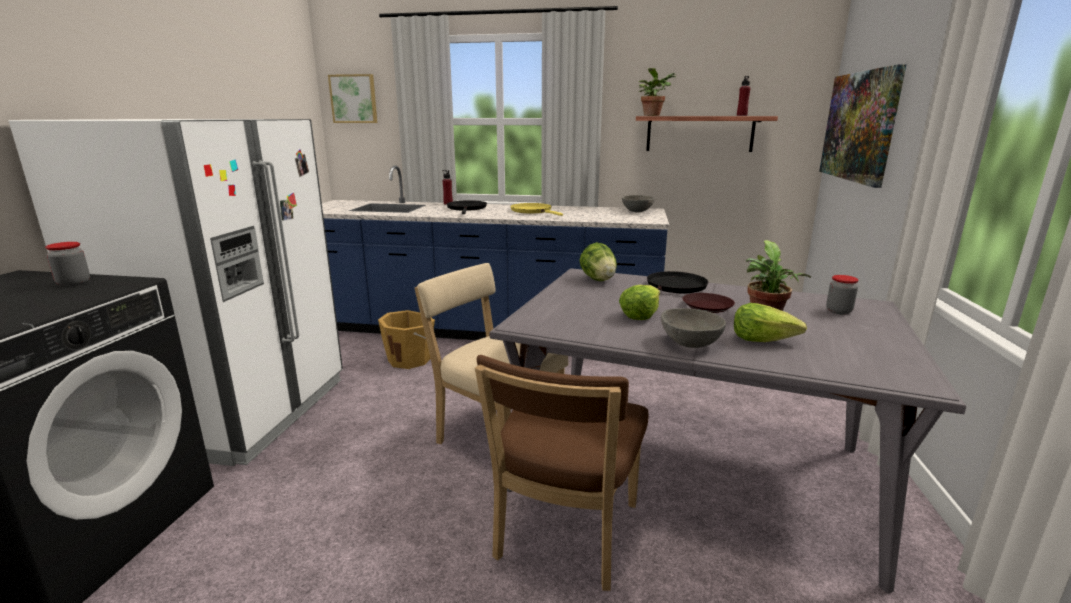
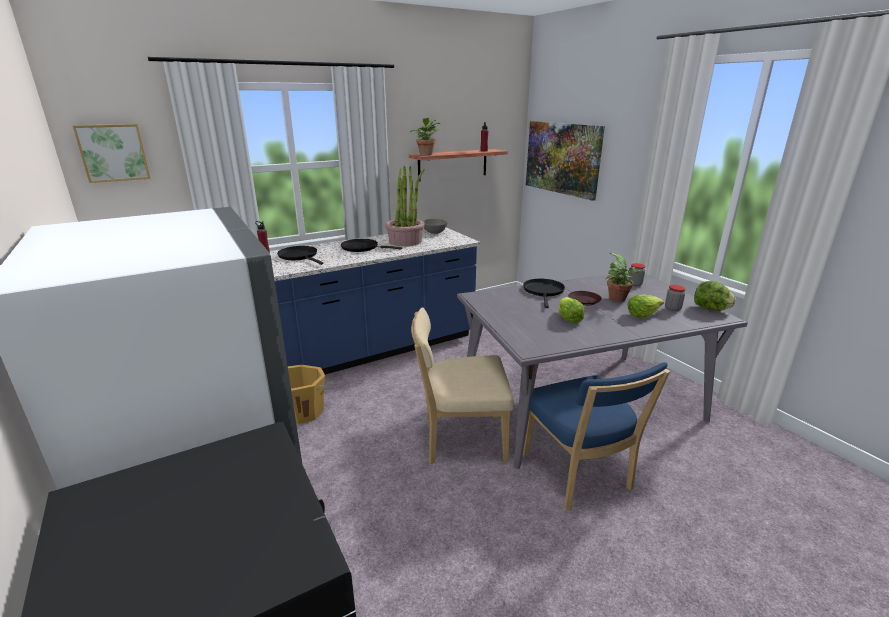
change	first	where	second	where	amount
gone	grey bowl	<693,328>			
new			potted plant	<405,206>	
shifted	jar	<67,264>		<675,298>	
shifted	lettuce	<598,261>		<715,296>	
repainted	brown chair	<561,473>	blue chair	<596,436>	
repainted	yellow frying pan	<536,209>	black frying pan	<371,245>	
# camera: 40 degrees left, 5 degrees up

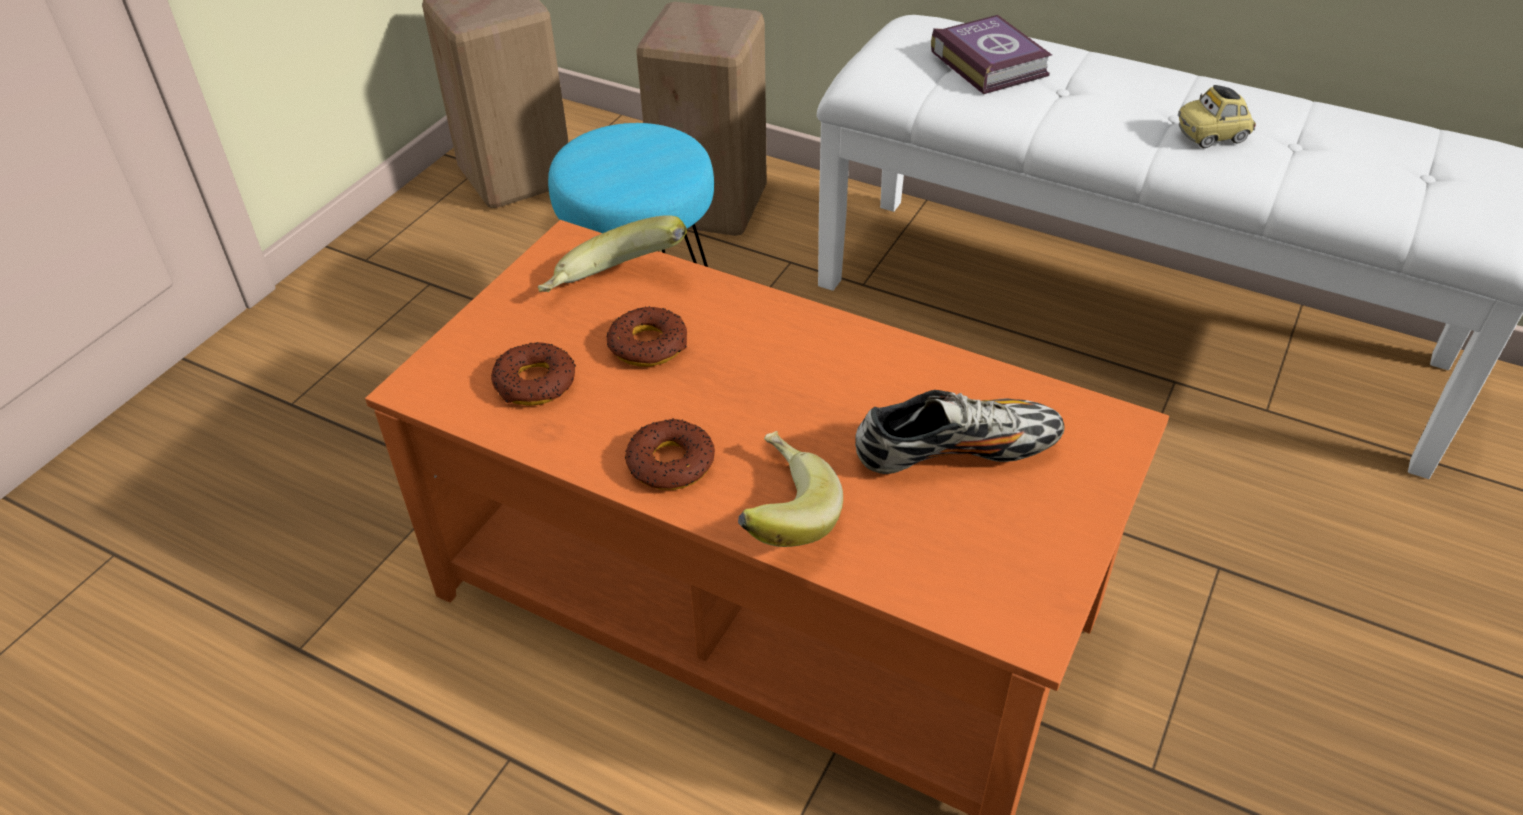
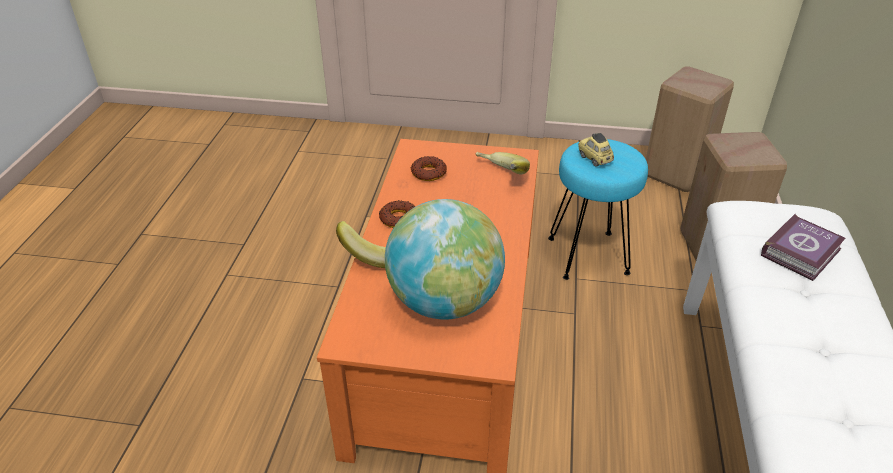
change	first	where	second	where	amount
gone	donut	<646,336>			
shifted	toy car	<1217,116>		<596,150>	
swapped	shoe	<959,432>	globe	<445,259>	
# camera: 70 degrees right, 5 degrees down

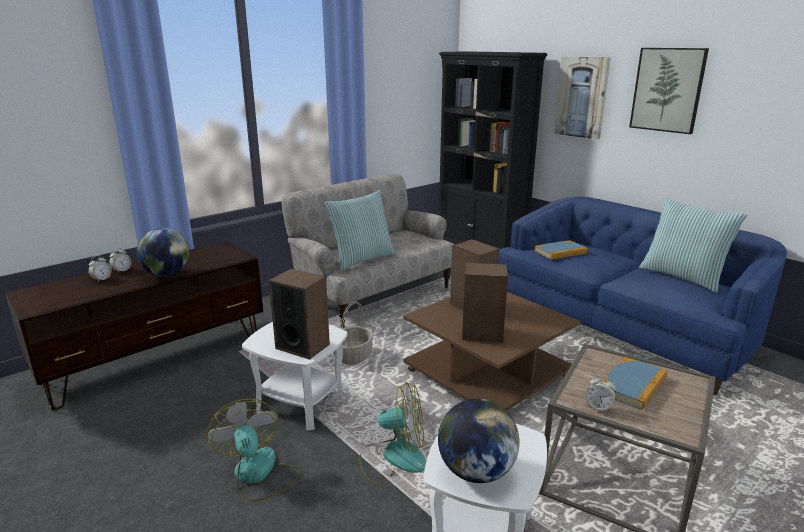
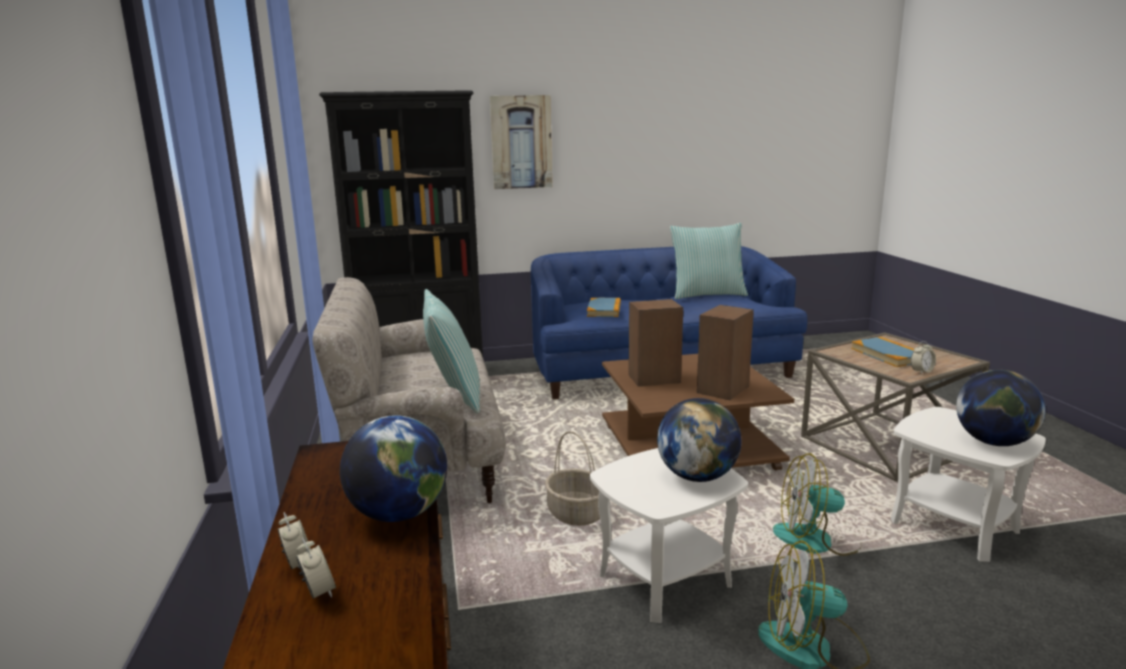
change	first	where	second	where	amount
gone	picture	<669,91>			
swapped	speaker	<299,314>	globe	<699,440>	
rotated	fan	<392,434>		<817,504>	120 degrees counterclockwise
# camera: 60 degrees left, 5 degrees down

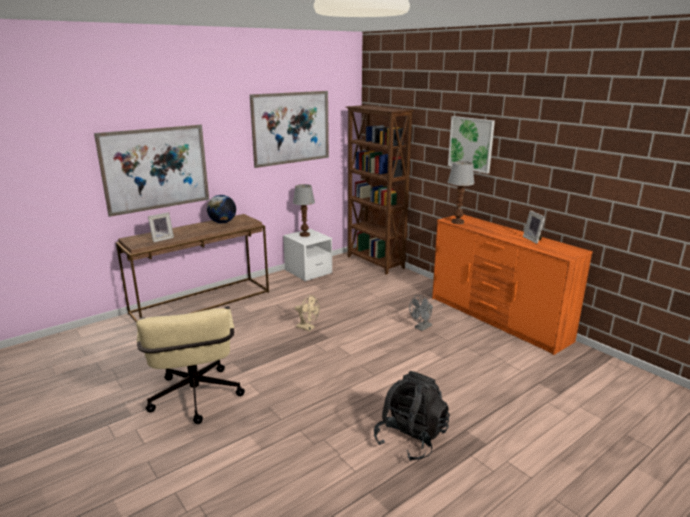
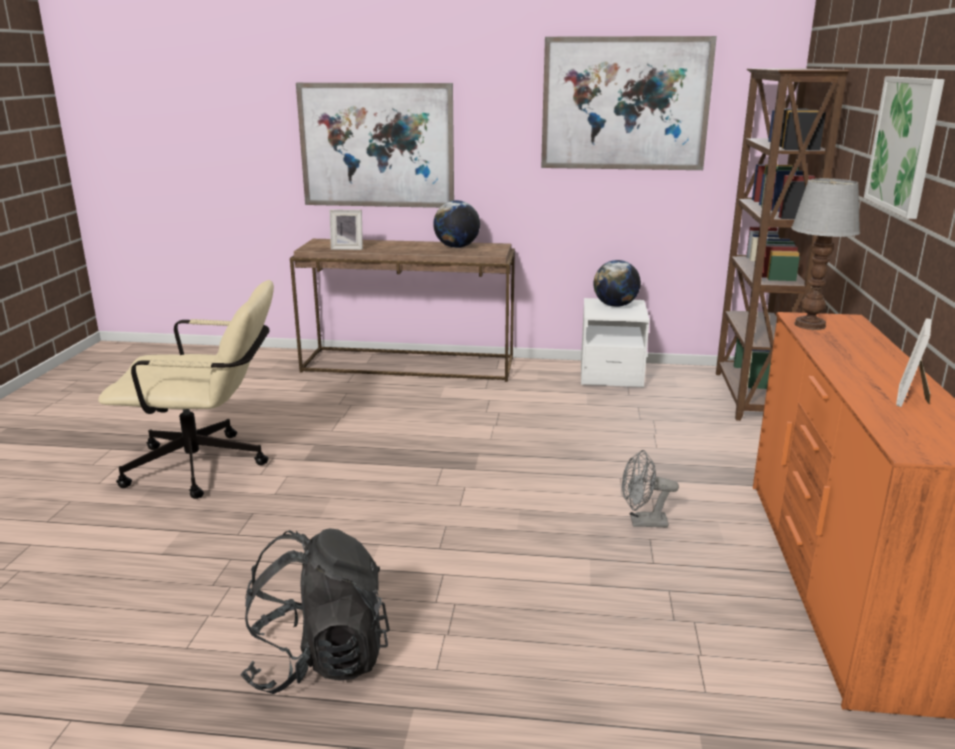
change	first	where	second	where	amount
gone	beige fan	<307,313>			
swapped	table lamp	<304,210>	globe	<617,283>	
rotated	beige office chair	<190,365>		<186,389>	120 degrees counterclockwise
# camera: 45 degrees right, 0 degrees up

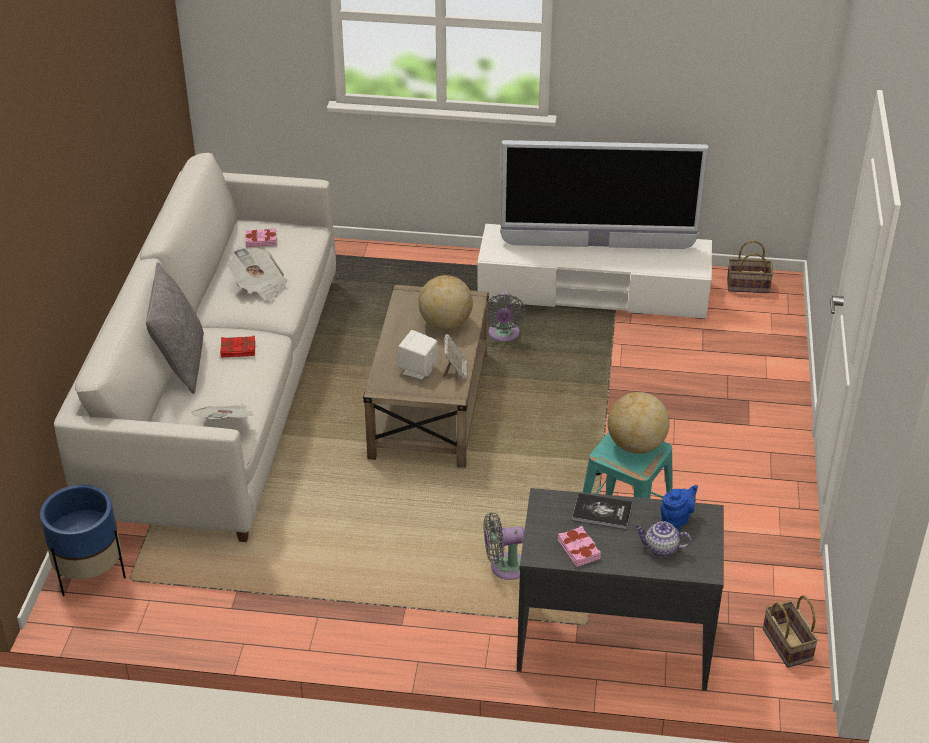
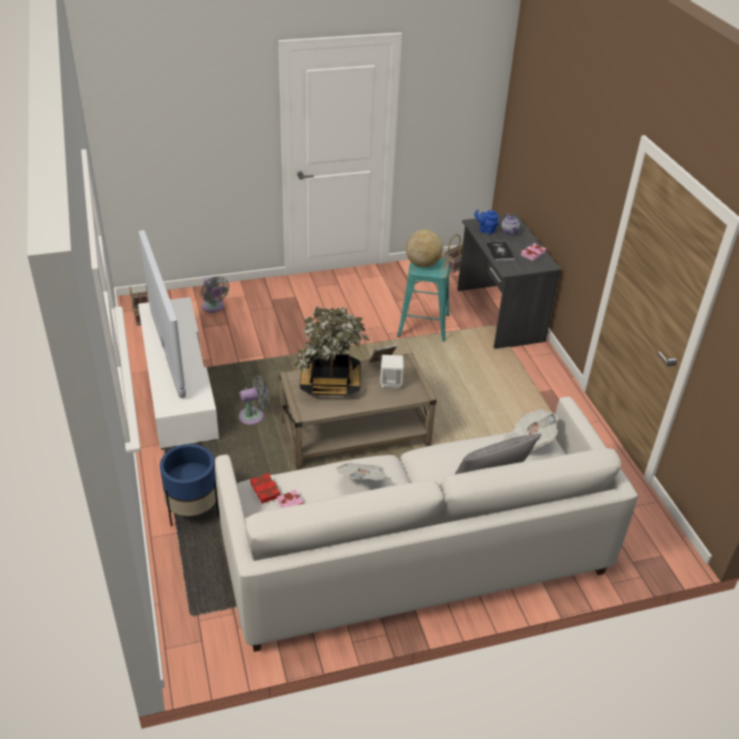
change	first	where	second	where	amount
shifted	blue planter	<83,540>		<189,485>	
shifted	red book	<237,347>		<265,488>	
shifted	grey fan	<504,546>		<215,294>	
swapped	globe	<445,302>	potted plant	<332,351>	
# camera: 115 degrees left, 0 degrees up

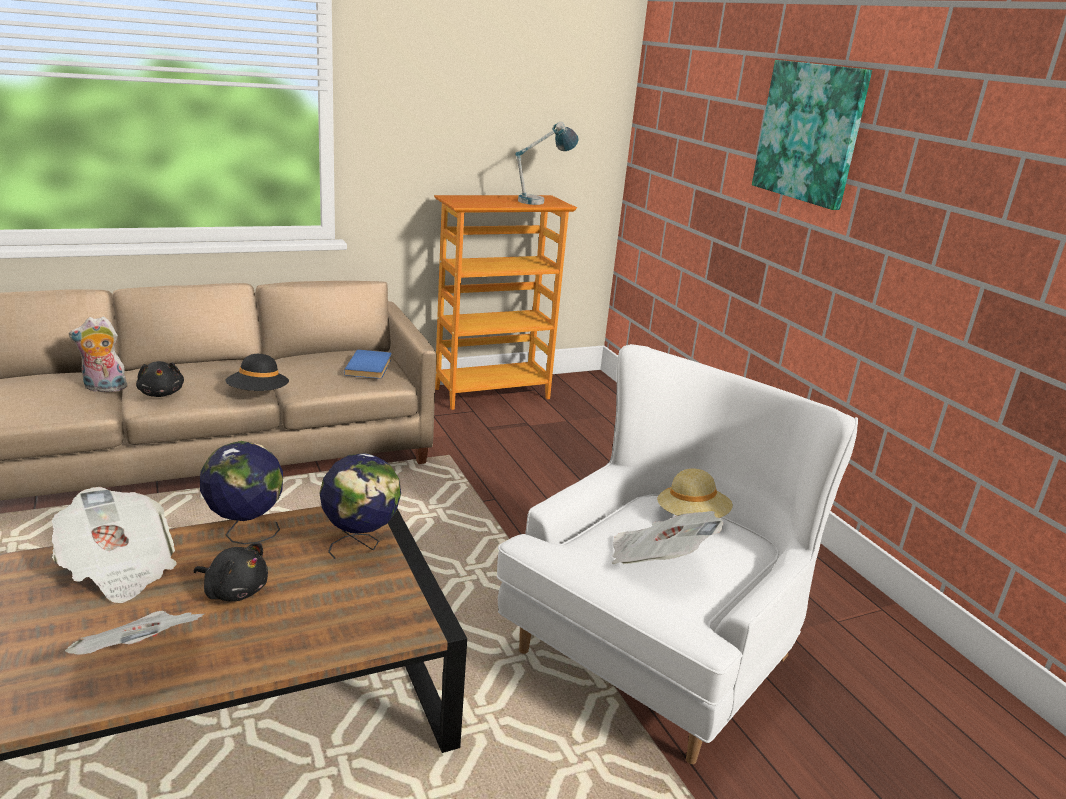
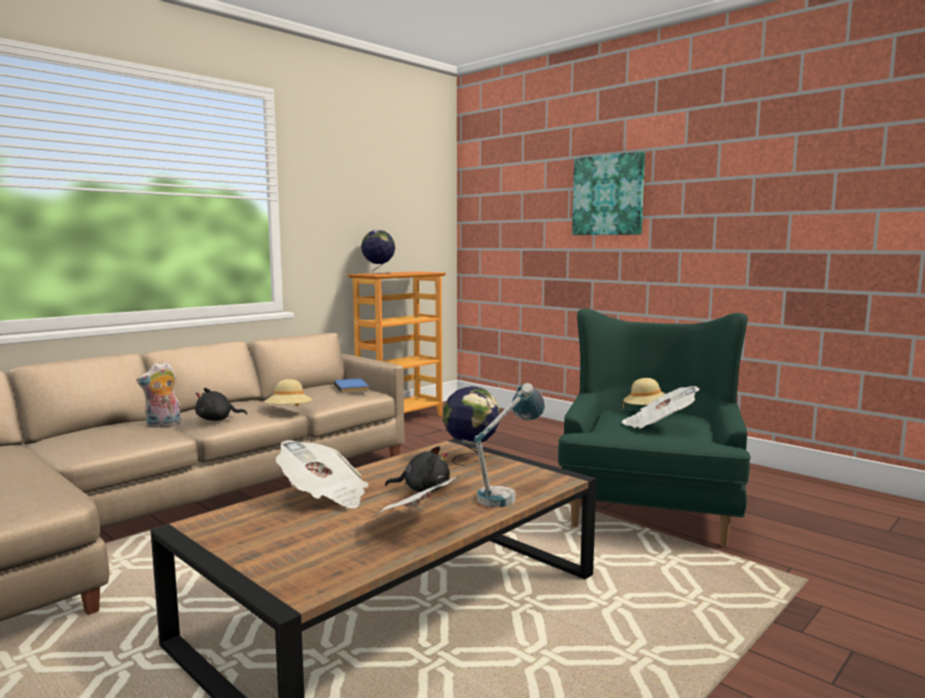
change	first	where	second	where	amount
shifted	globe	<241,492>		<378,252>	
shifted	table lamp	<547,163>		<509,445>	
repainted	black hat	<257,372>	beige hat	<288,393>	
repainted	white armchair	<677,554>	green armchair	<654,427>	
rotated	black plush toy	<160,379>		<221,404>	120 degrees clockwise
# camera: 20 degrees left, 15 degrees down

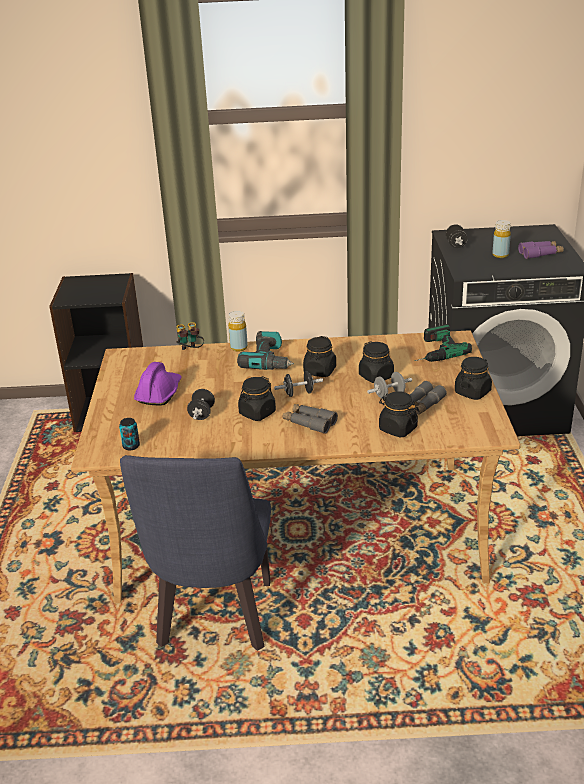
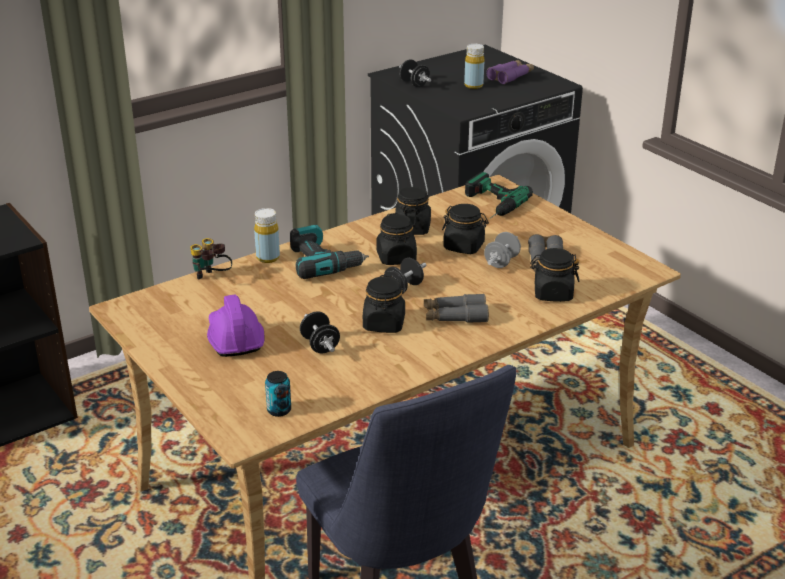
change	first	where	second	where	amount
shifted	black jar	<473,378>		<413,211>	
# camera: 35 degrees left, 0 degrees up

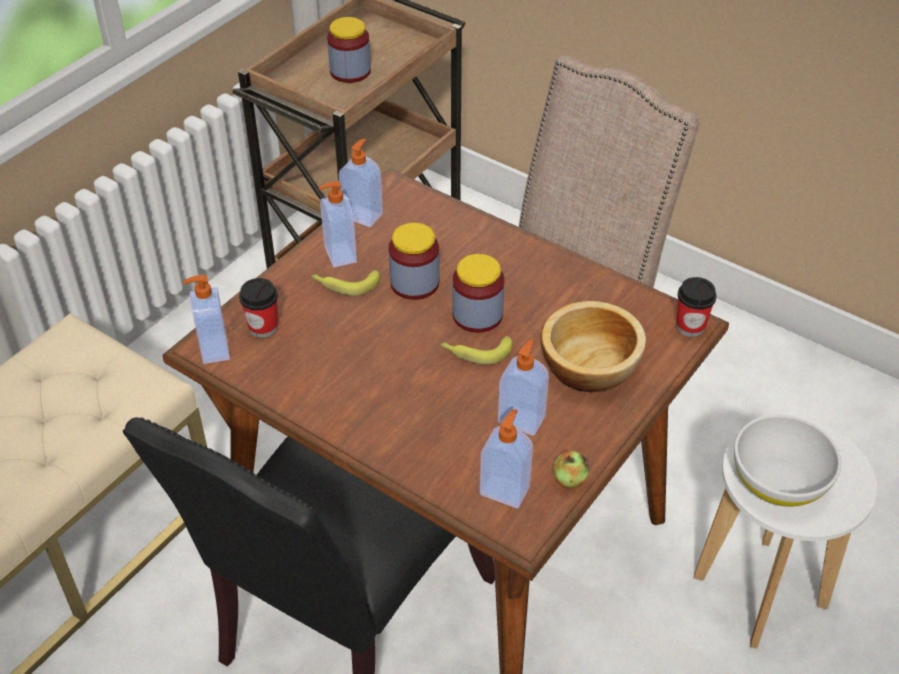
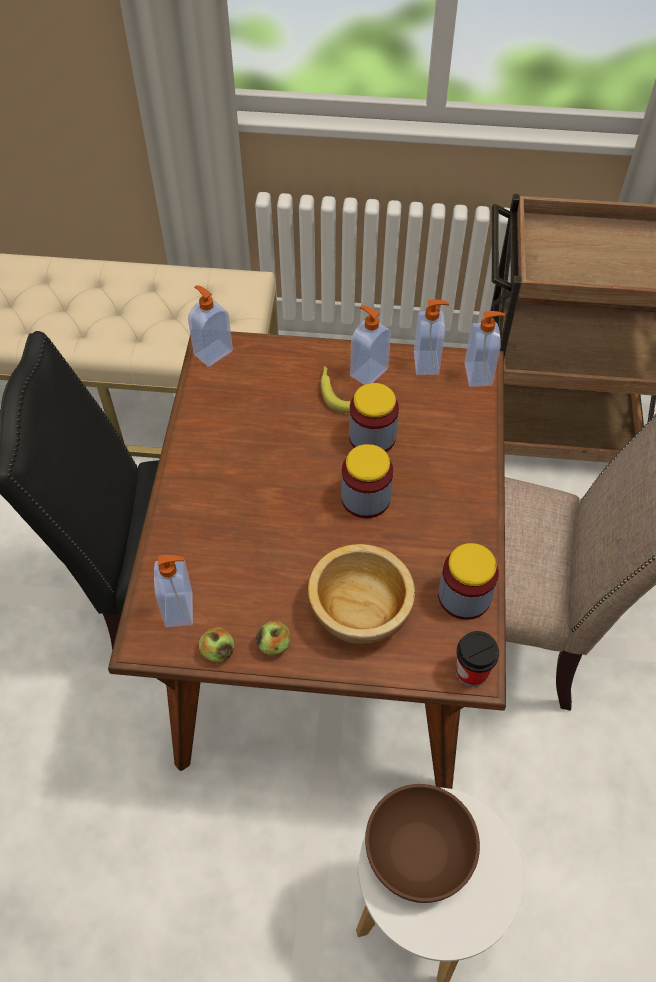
change	first	where	second	where	amount
gone	cup	<258,308>			
gone	banana	<476,350>			
new			apple	<273,638>	
shifted	jar	<349,50>		<468,581>	
shifted	soap dispenser	<523,387>		<485,349>	
repainted	white bowl	<787,460>	brown bowl	<422,843>	
# camera: 60 degrees right, 10 degrees up

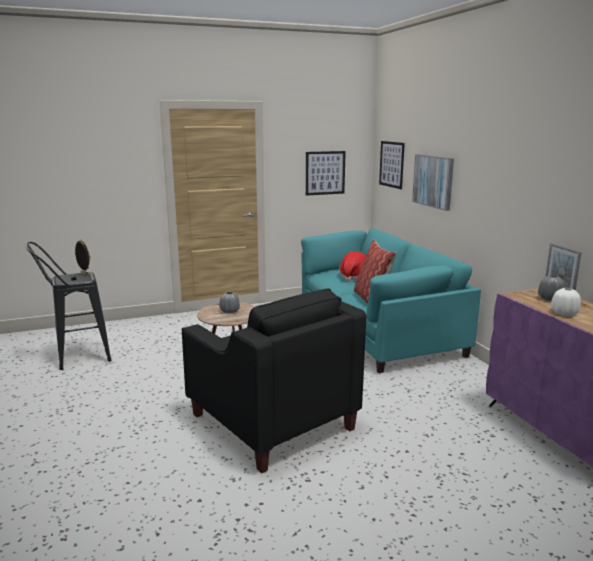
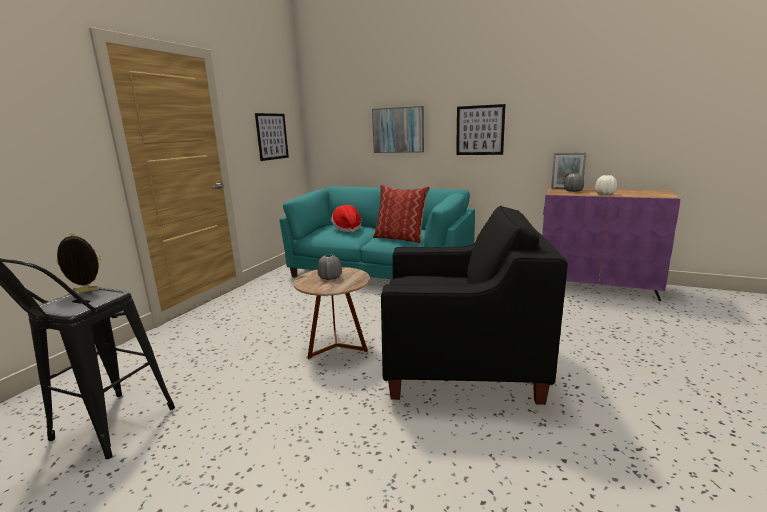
change	first	where	second	where	amount
shifted	picture	<392,165>		<480,129>	
# camera: 45 degrees left, 0 degrees up

